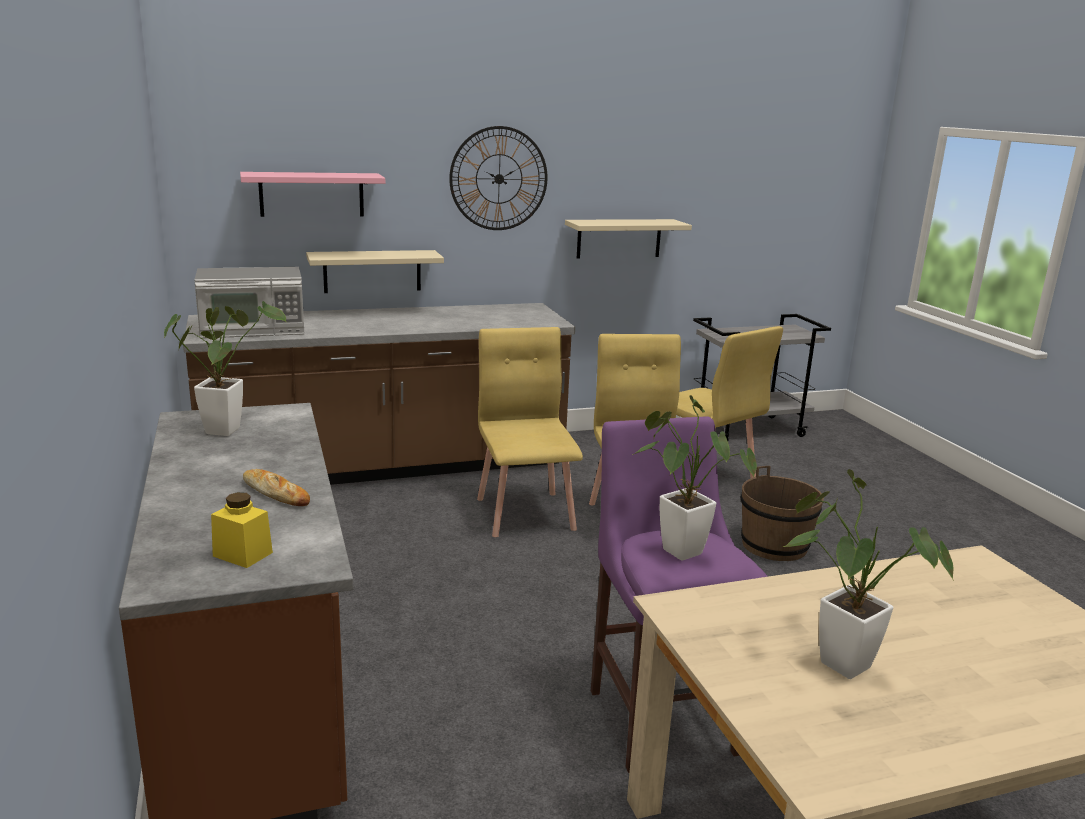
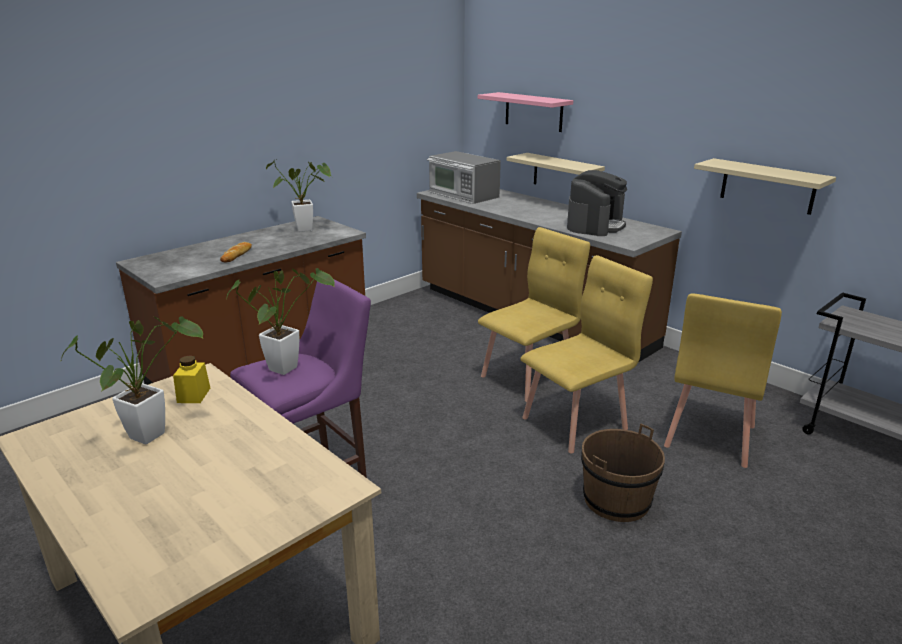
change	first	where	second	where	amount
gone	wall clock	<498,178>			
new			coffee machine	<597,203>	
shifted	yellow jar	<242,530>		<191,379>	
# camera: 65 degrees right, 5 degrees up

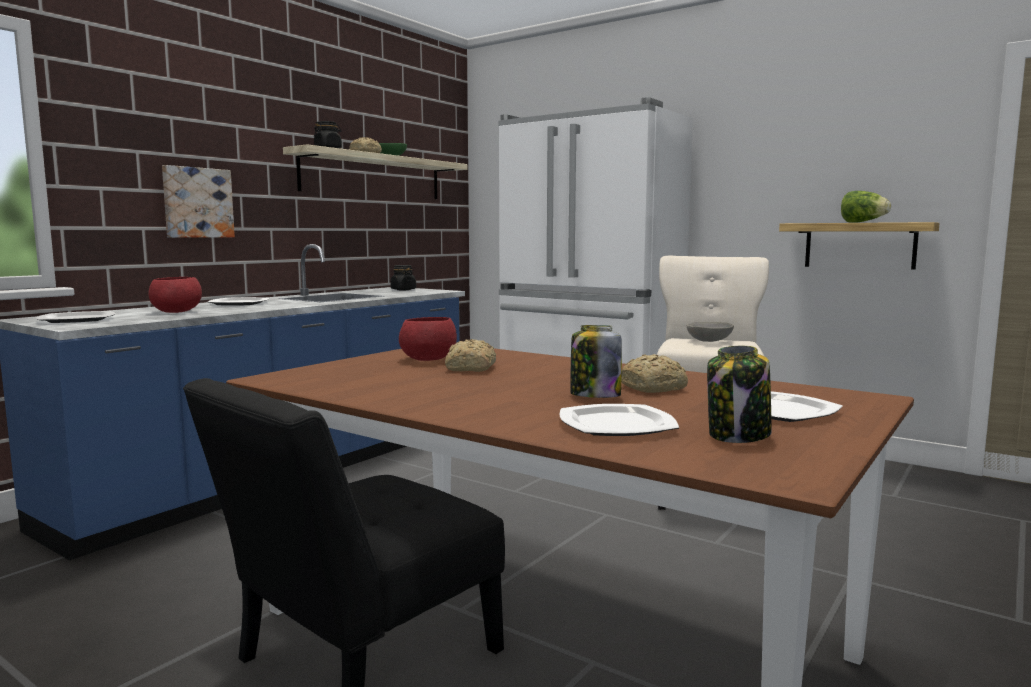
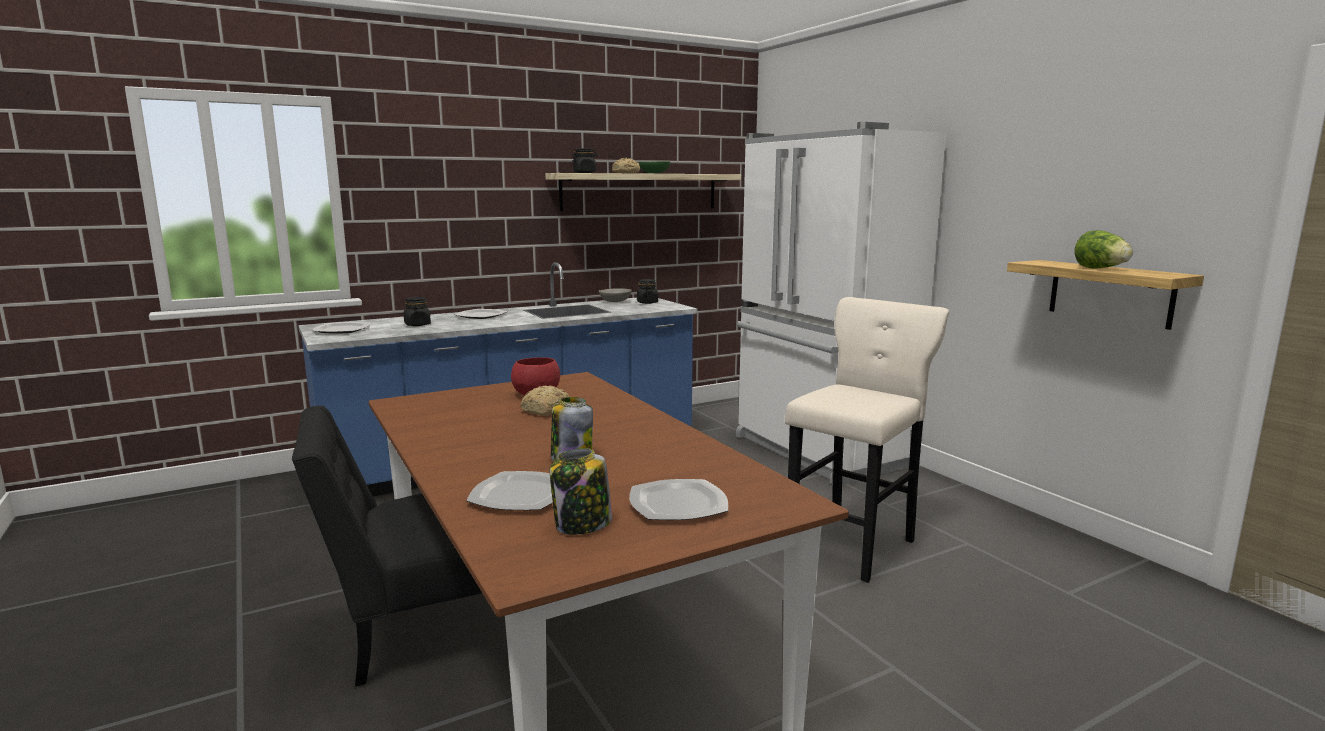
change	first	where	second	where	amount
gone	picture	<198,201>			
gone	bread	<654,373>			
shifted	grey bowl	<710,332>		<615,295>	
swapped	red bowl	<175,295>	black jar	<417,311>	
# camera: 25 degrees right, 5 degrees up

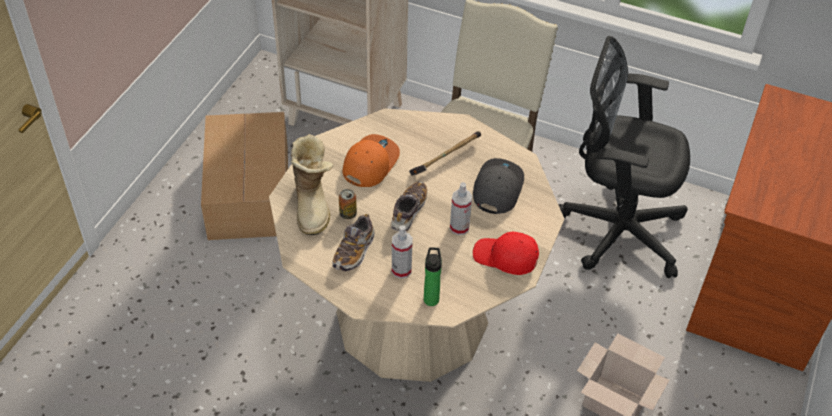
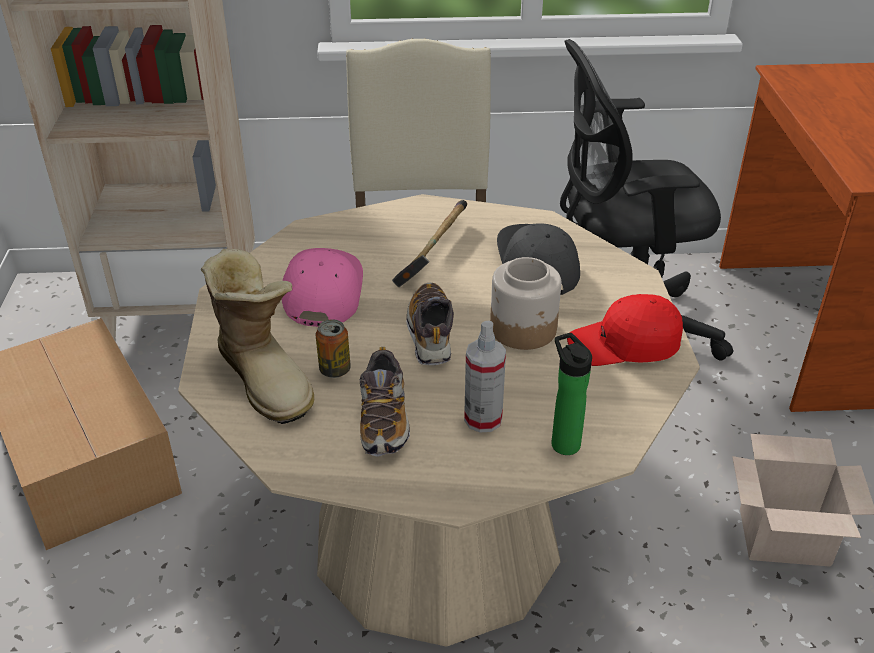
change	first	where	second	where	amount
swapped	spray bottle	<461,208>	jar	<525,303>	
repainted	orange cap	<371,160>	pink cap	<322,287>	
# camera: 25 degrees left, 10 degrees down

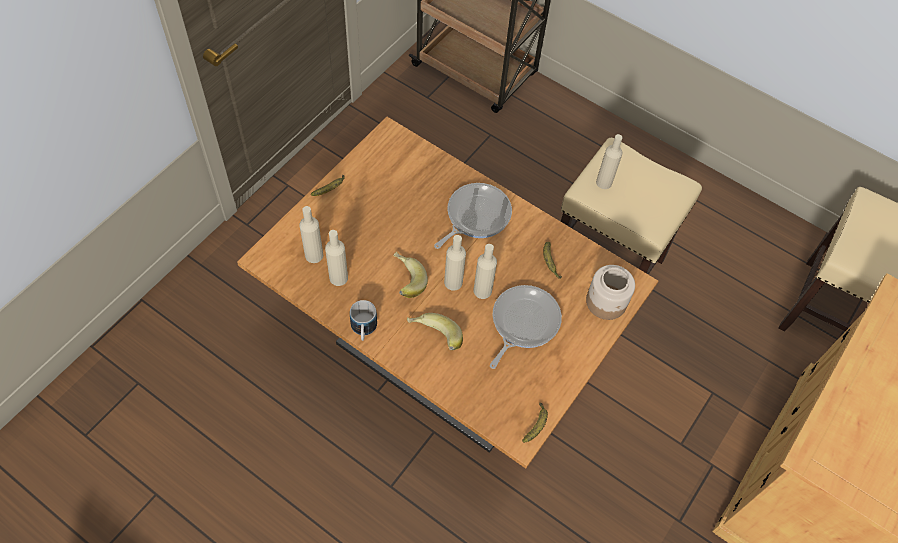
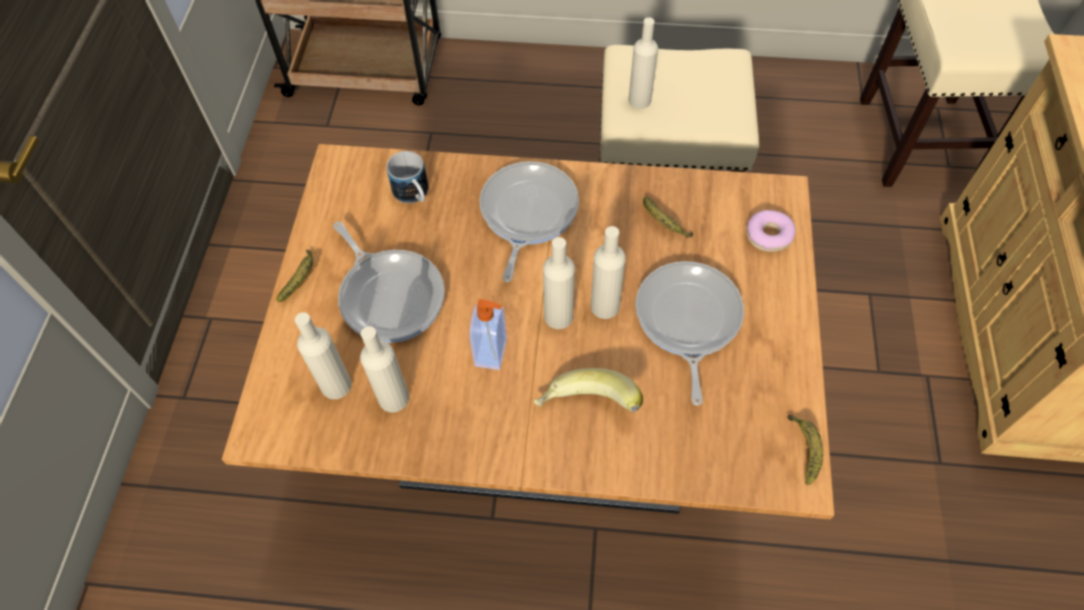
change	first	where	second	where	amount
new			frying pan	<389,282>	
shifted	mug	<363,320>		<407,177>	
swapped	banana	<411,275>	soap dispenser	<488,334>	
swapped	jar	<610,292>	donut	<771,231>	
# camera: 25 degrees left, 0 degrees up

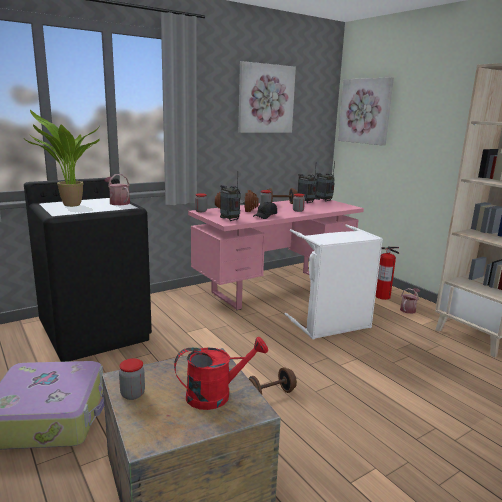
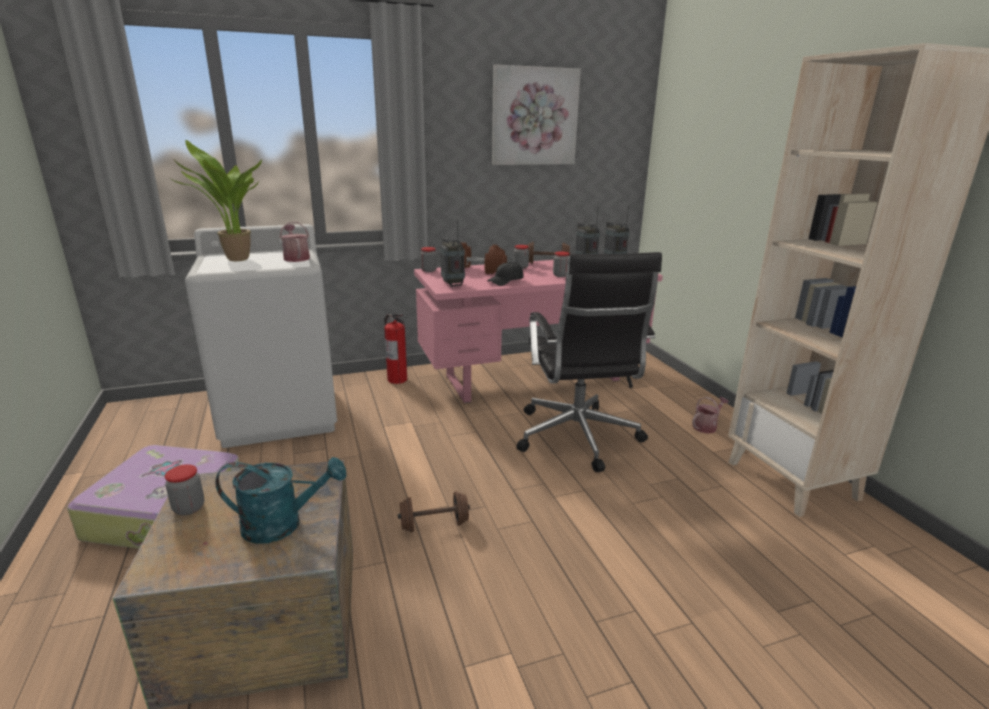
change	first	where	second	where	amount
gone	picture	<366,111>			
shifted	fire extinguisher	<387,273>		<395,349>	
swapped	white laundry basket	<334,282>	black office chair	<589,362>	
repainted	black washing machine	<88,269>	white washing machine	<261,336>	
repainted	red watering can	<221,373>	turquoise watering can	<280,500>	
# camera: 15 degrees right, 5 degrees up

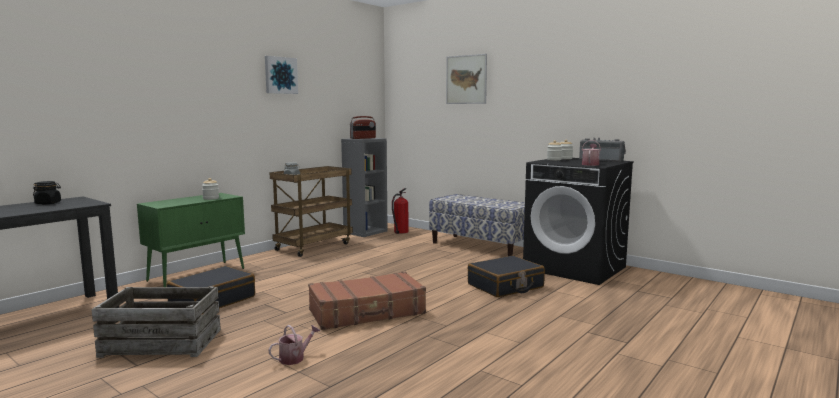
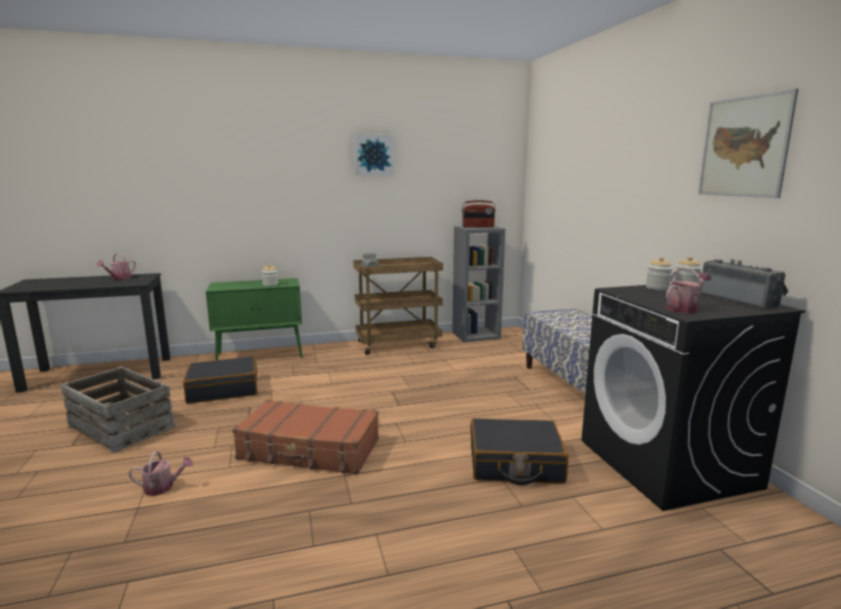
change	first	where	second	where	amount
gone	fire extinguisher	<400,211>			
shifted	picture	<466,79>		<748,143>	
swapped	black jar	<47,192>	watering can	<116,266>	
# camera: 35 degrees right, 5 degrees up

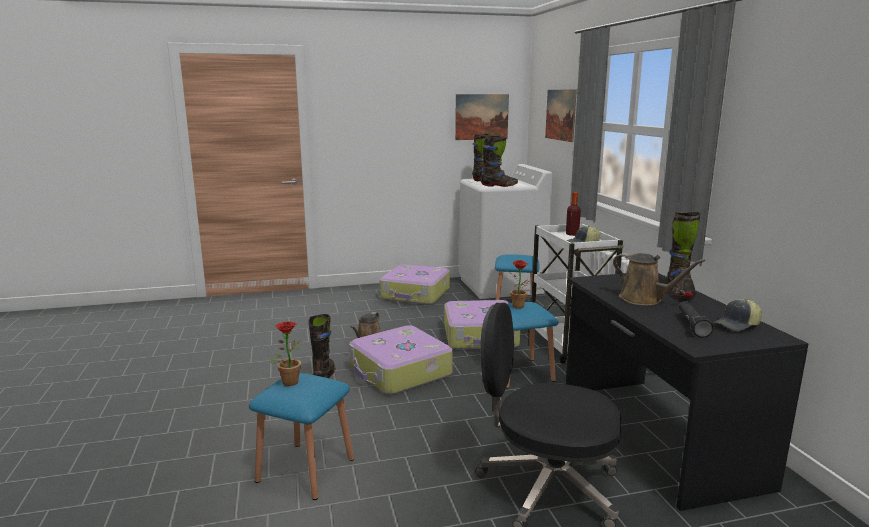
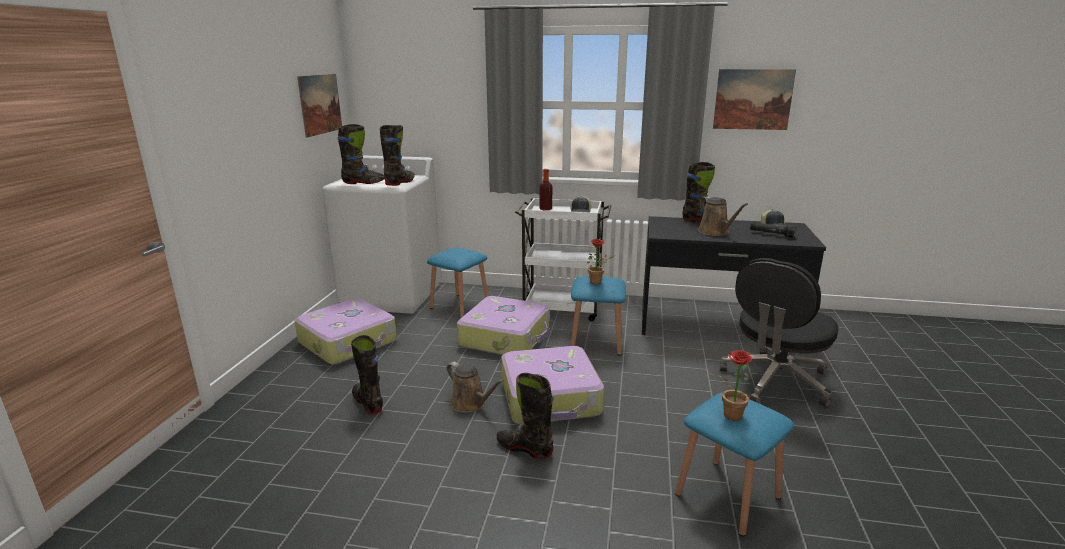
change	first	where	second	where	amount
new			black boot	<367,374>	
shifted	picture	<561,115>		<754,99>	
rotated	brown watering can	<659,279>		<723,216>	90 degrees clockwise
# camera: 65 degrees left, 5 degrees up

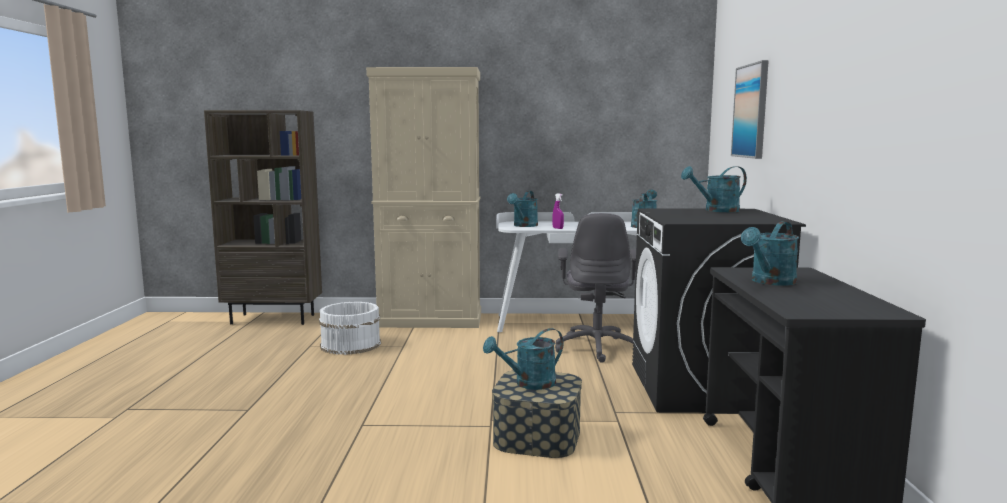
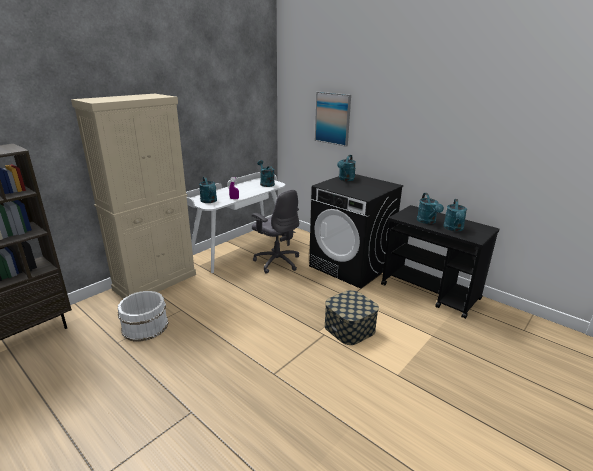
change	first	where	second	where	amount
shifted	turquoise watering can	<523,359>		<455,215>	
# camera: 50 degrees left, 15 degrees up

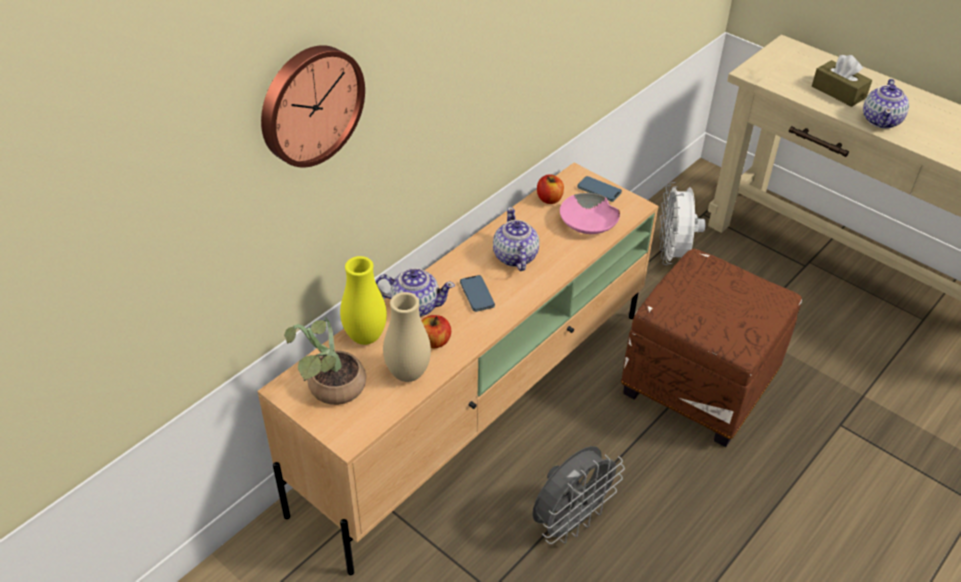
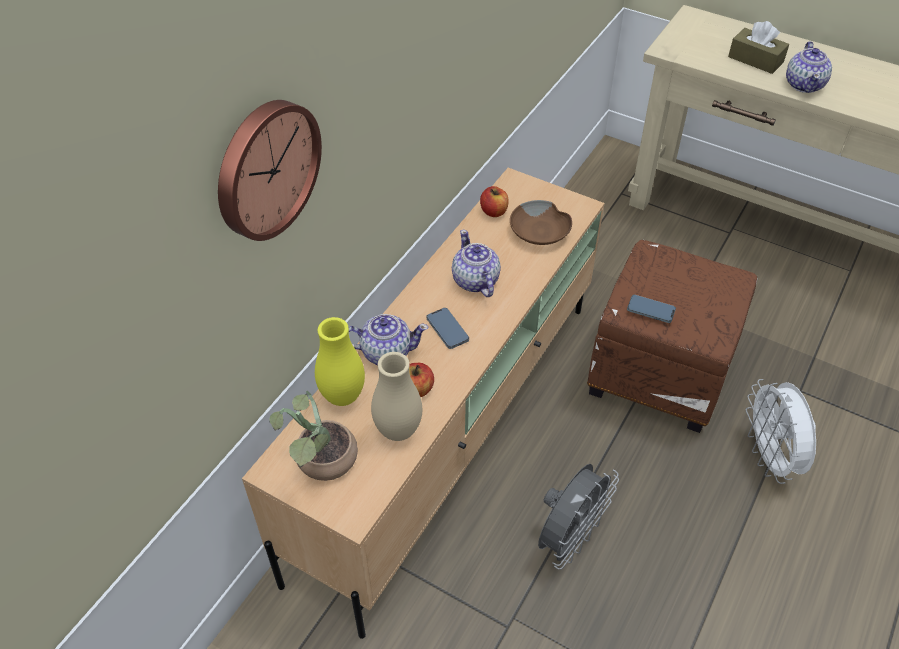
change	first	where	second	where	amount
shifted	phone	<599,189>		<651,309>	
shifted	white fan	<682,223>		<780,431>	
repainted	pink bowl	<590,213>	brown bowl	<541,222>	
# camera: 10 degrees left, 5 degrees up

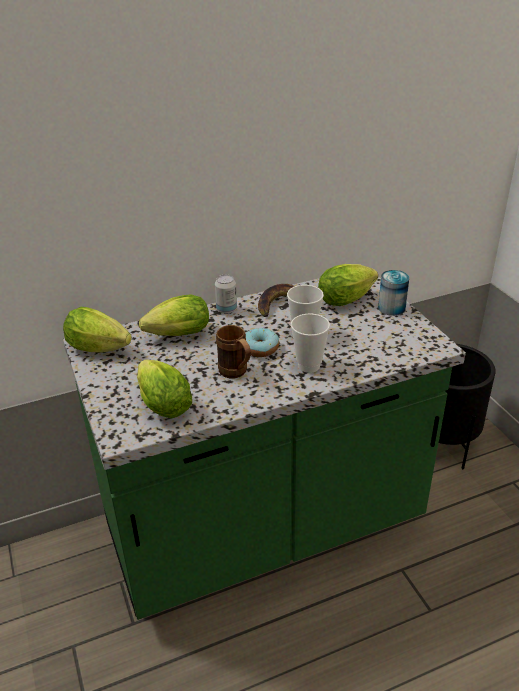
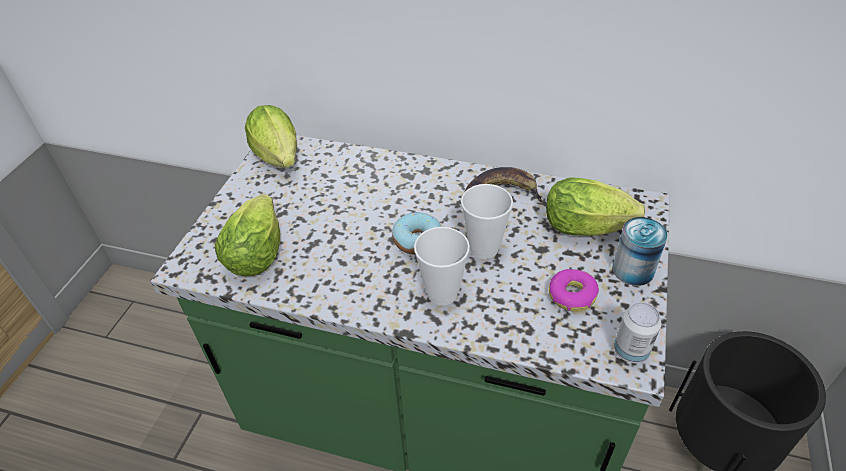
change	first	where	second	where	amount
gone	lettuce	<174,315>			
gone	brown mug	<233,351>			
new			donut	<574,290>	
shifted	can	<226,294>		<637,332>	
# camera: 40 degrees right, 10 degrees up

